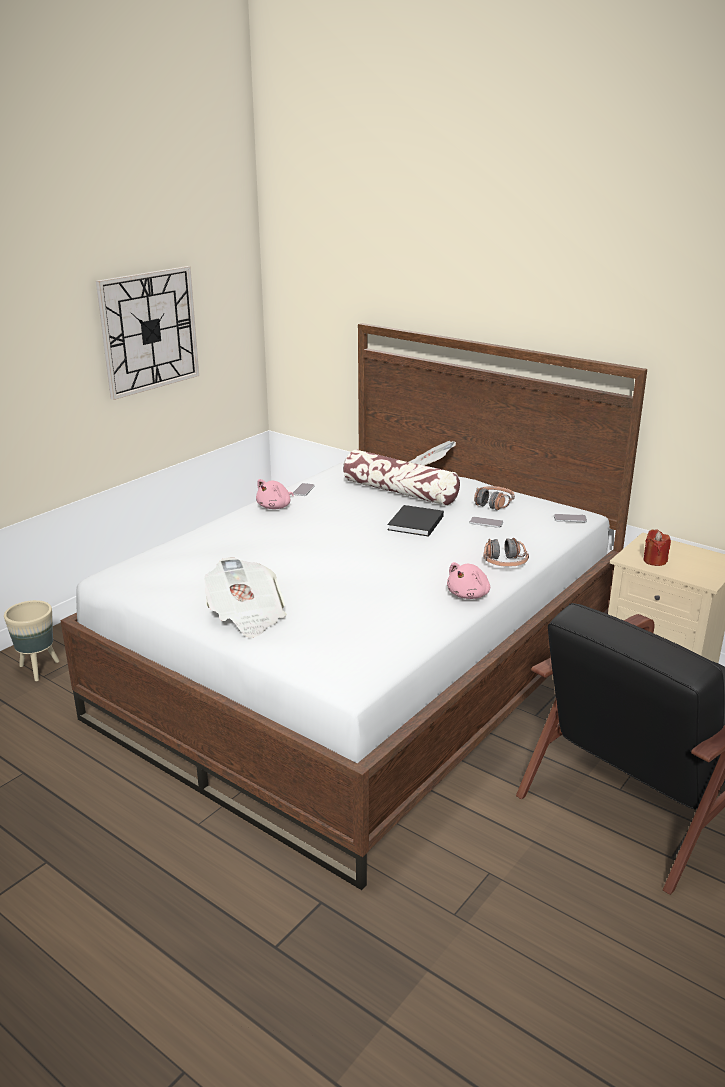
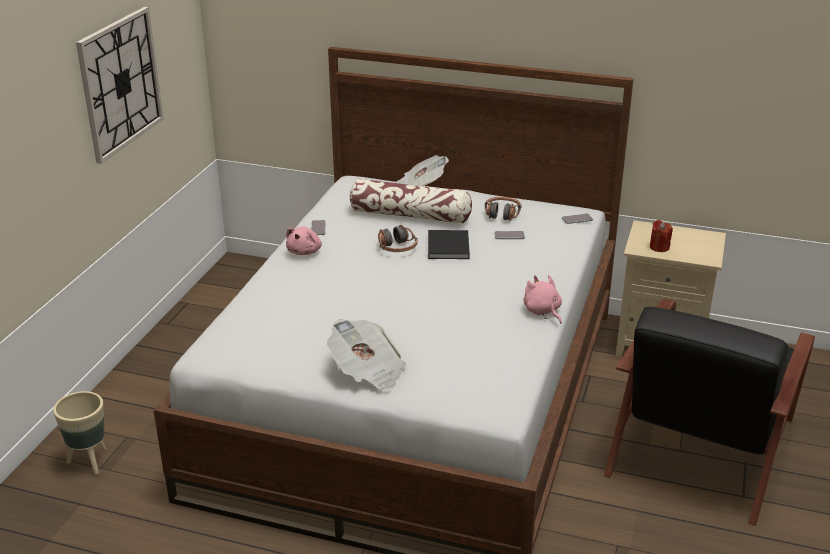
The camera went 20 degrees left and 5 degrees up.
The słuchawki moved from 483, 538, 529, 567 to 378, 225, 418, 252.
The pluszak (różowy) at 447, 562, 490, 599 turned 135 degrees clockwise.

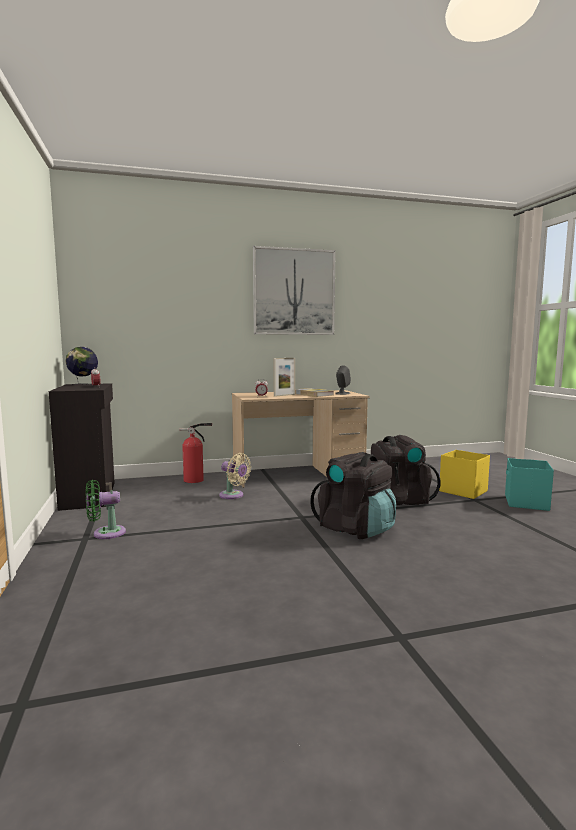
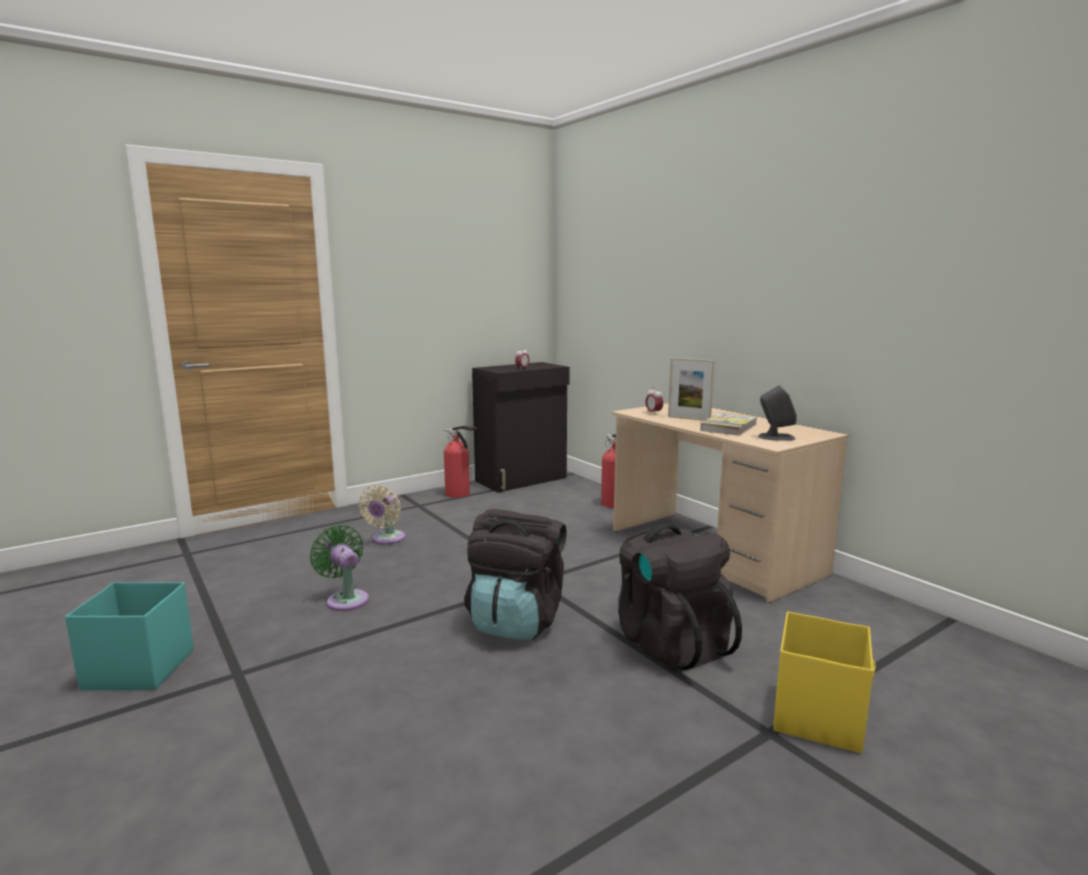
The camera went 70 degrees right and 5 degrees up.
The globus at 66, 347, 98, 385 disappeared.
The obraz at 253, 246, 336, 335 disappeared.
The gaśnica at 444, 426, 477, 498 appeared.
The wentylator (zielony) moved from 86, 480, 126, 539 to 310, 525, 369, 611.
The wentylator (beżowy) moved from 219, 453, 251, 499 to 359, 485, 406, 545.
The pojemnik do przechowywania (turkusowy) moved from 505, 458, 554, 511 to 65, 582, 194, 690.

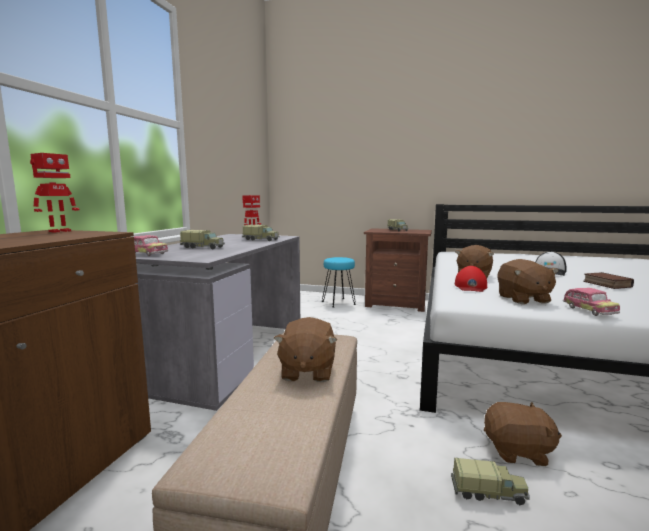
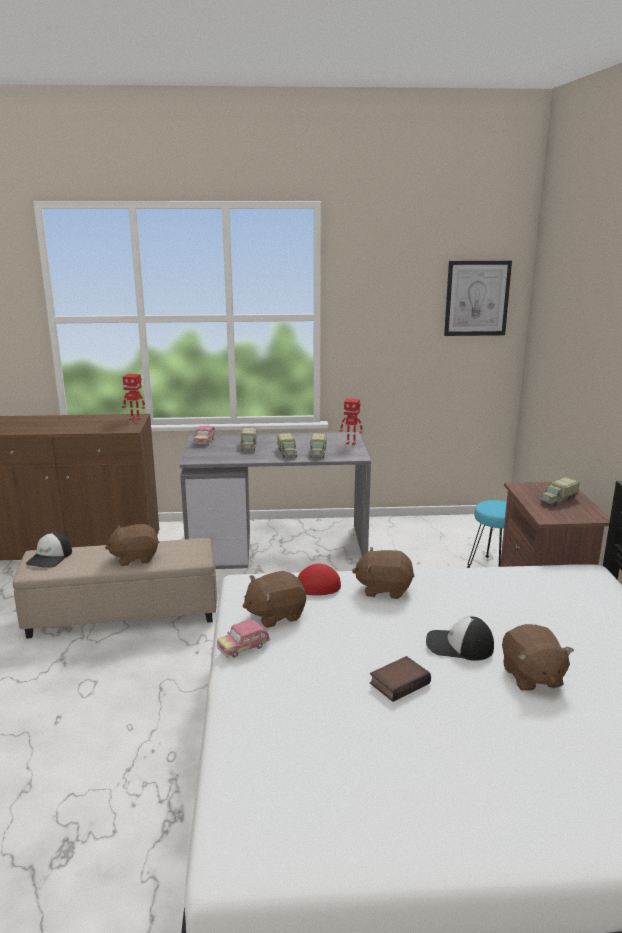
The camera went 70 degrees right and 10 degrees up.
The czapka z daszkiem at 26, 532, 72, 568 appeared.
The obraz at 444, 260, 512, 336 appeared.
The ciężarówka zabawkowa moved from 451, 458, 530, 505 to 277, 433, 297, 458.
The pluszak (brązowy) moved from 484, 402, 562, 466 to 502, 624, 574, 691.

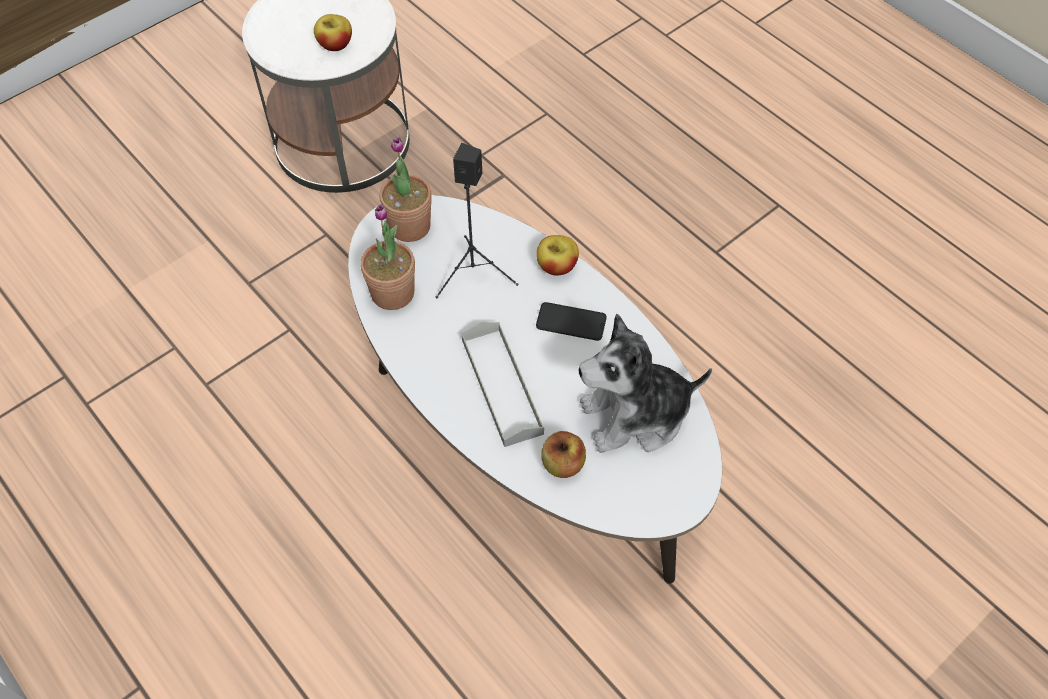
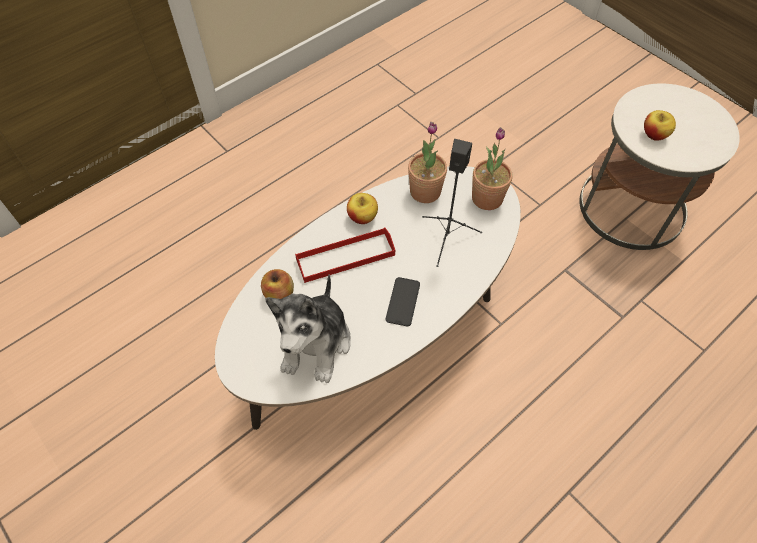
The camera went 90 degrees right and 0 degrees up.
The jabłko moved from 536, 235, 579, 275 to 347, 193, 378, 224.
The taca (szary) at 462, 322, 544, 447 became the taca (czerwony) at 295, 227, 395, 283.
The pluszak at 579, 314, 712, 453 turned 150 degrees counterclockwise.

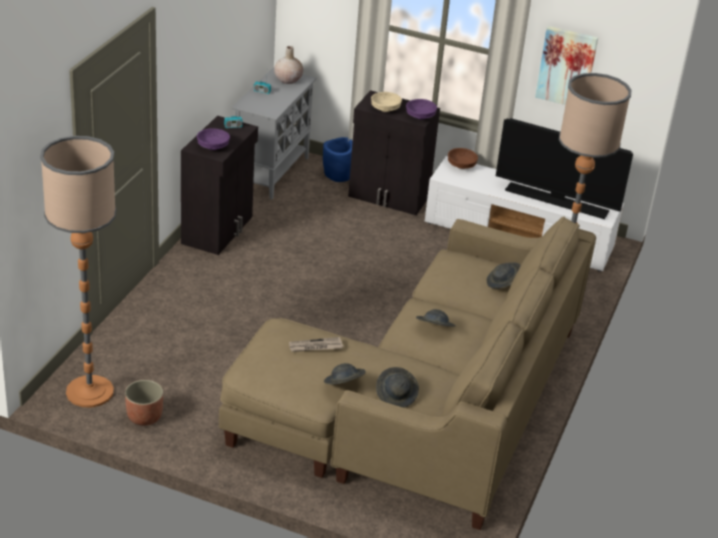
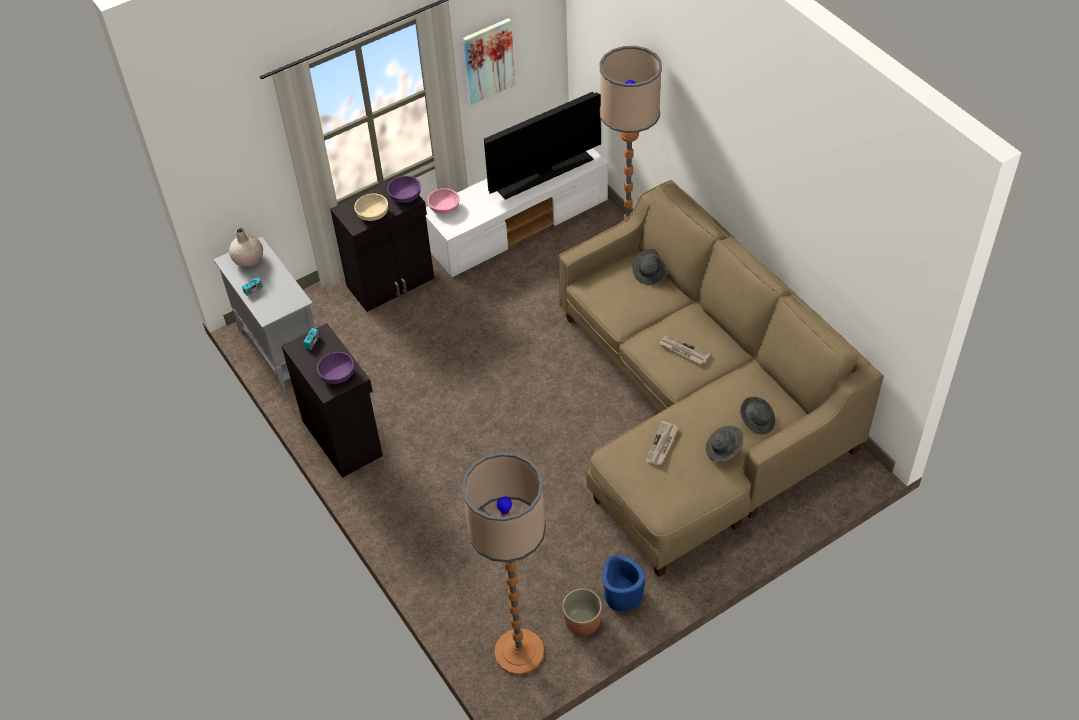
The camera went 50 degrees left and 15 degrees up.
The donica (niebieski) moved from 323, 137, 353, 182 to 602, 555, 645, 611.
The kapelusz (szary) at 416, 309, 456, 327 was replaced by the gazeta at 659, 335, 711, 365.
The miska (brązowy) at 448, 148, 478, 169 became the miska (różowy) at 427, 188, 460, 214.

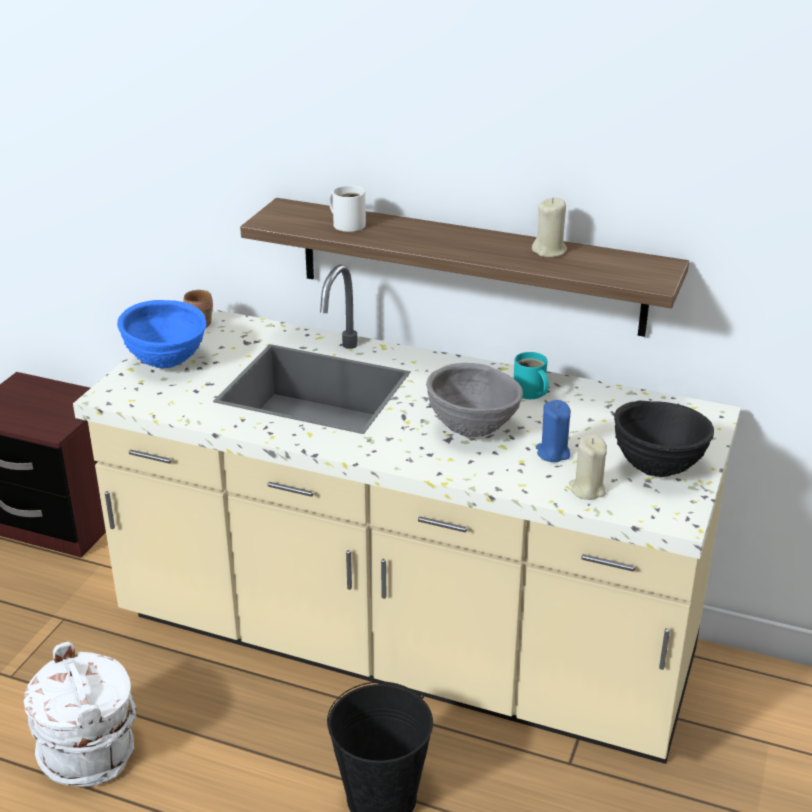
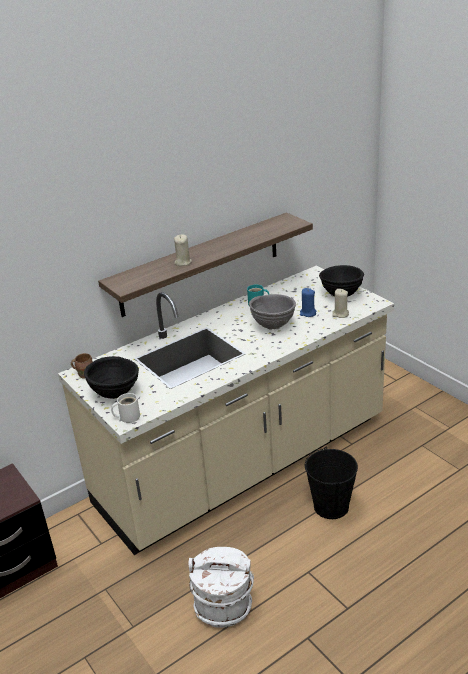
The camera went 55 degrees left and 0 degrees up.
The kubek (biały) moved from 329, 185, 366, 232 to 111, 393, 140, 423.
The świeca (beżowy) moved from 532, 198, 567, 257 to 174, 234, 192, 266.
The miska (niebieski) at 117, 300, 206, 368 became the miska (czarny) at 84, 356, 139, 399.

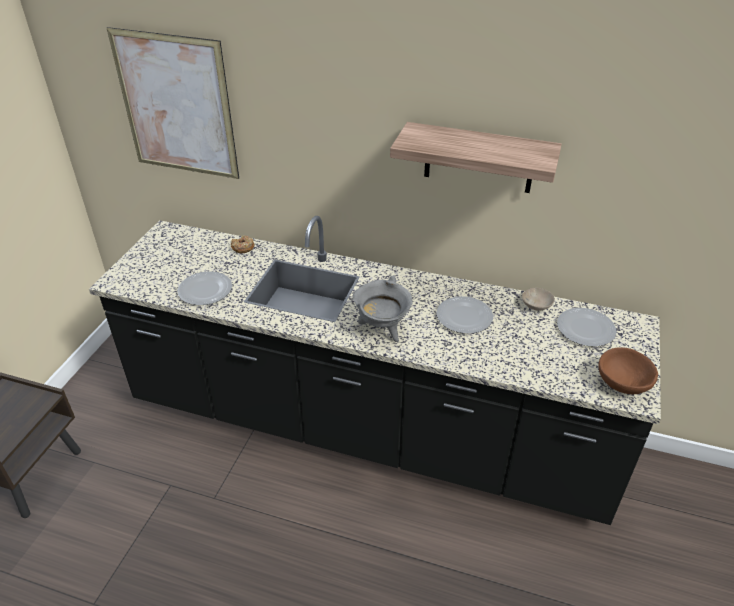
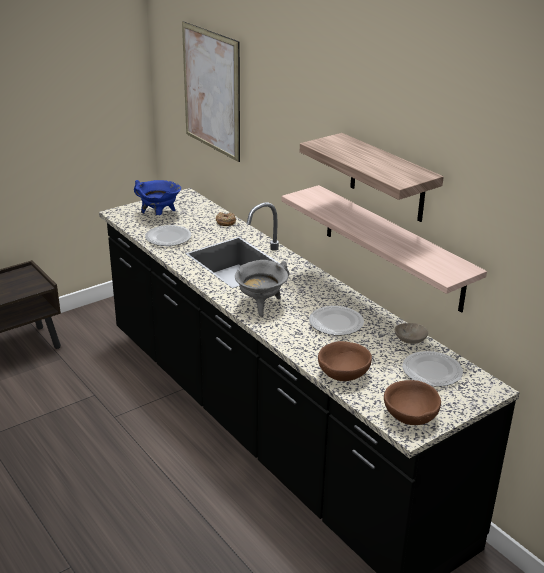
The camera went 35 degrees right and 10 degrees down.
The garnek (niebieski) at 134, 180, 181, 215 appeared.
The półka at 281, 185, 487, 313 appeared.
The miska (brązowy) at 318, 341, 372, 381 appeared.

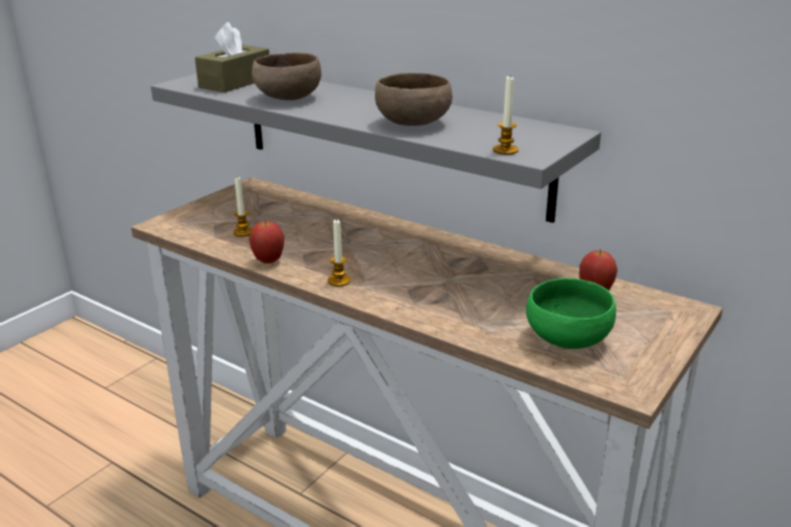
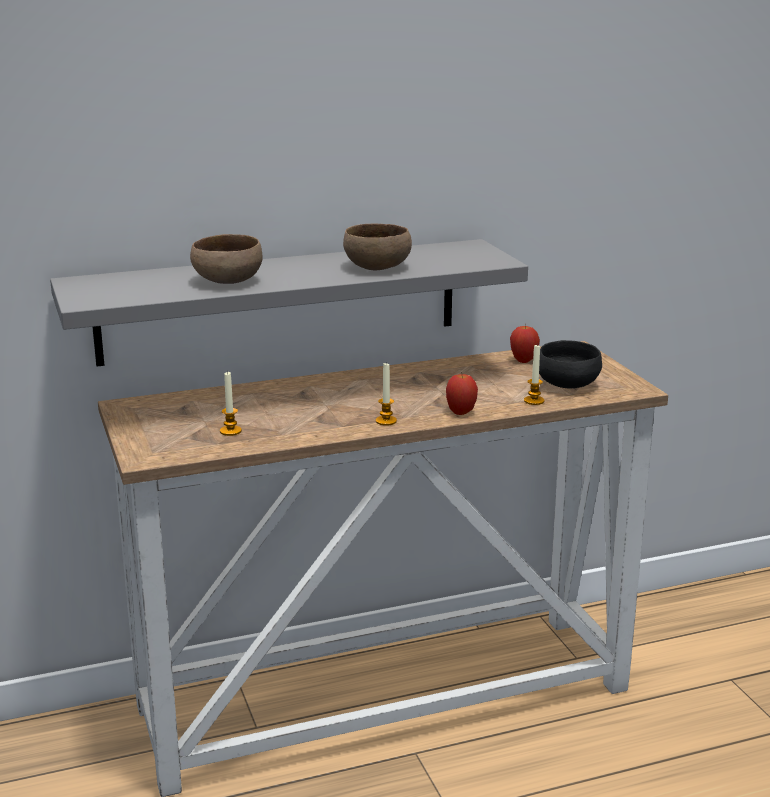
The camera went 55 degrees left and 5 degrees down.
The pudełko chusteczek (brązowy) at 195, 22, 269, 92 disappeared.
The jabłko moved from 249, 221, 284, 264 to 446, 372, 478, 415.
The świeca moved from 493, 76, 519, 155 to 524, 345, 545, 405.
The miska (zielony) at 526, 278, 616, 349 became the miska (czarny) at 539, 340, 602, 388.

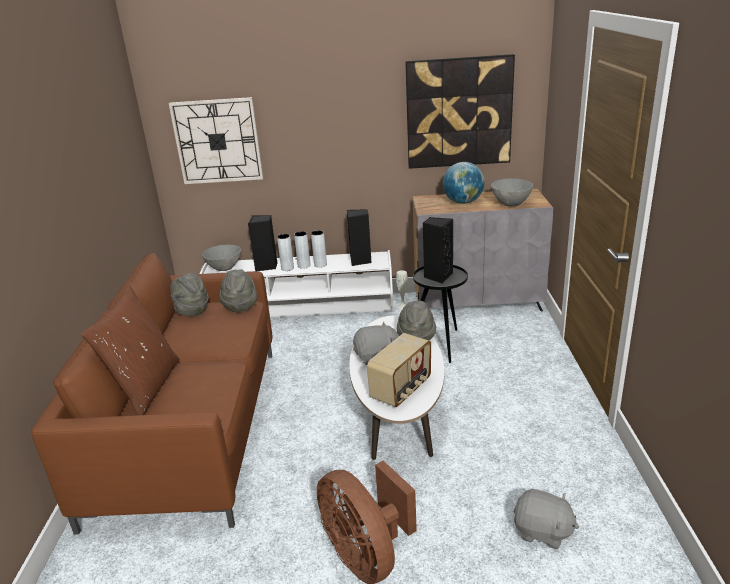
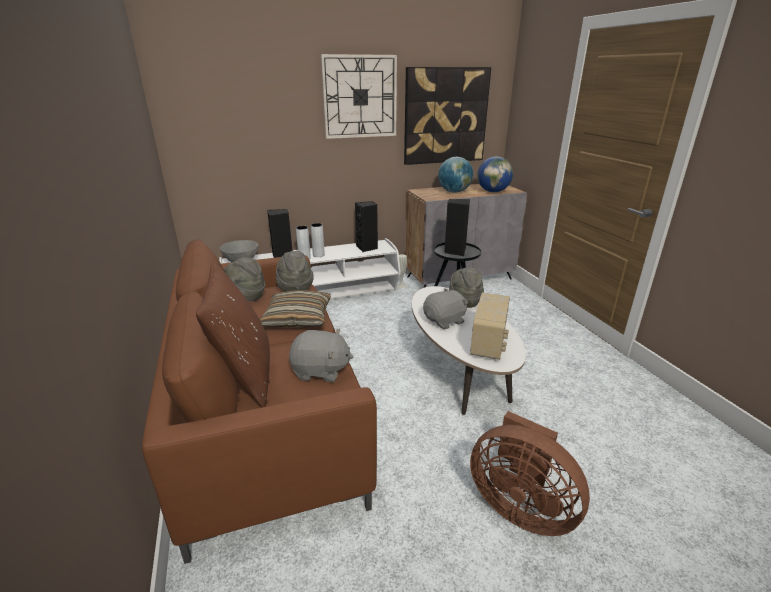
The camera went 20 degrees left and 0 degrees up.
The wazon (szary) at 311, 230, 327, 268 disappeared.
The poduszka at 260, 290, 331, 328 appeared.
The zegar ścienny moved from 169, 97, 263, 184 to 321, 54, 397, 139.
The pluszak (szary) moved from 514, 489, 579, 549 to 289, 329, 354, 382.
The miska (szary) at 491, 178, 533, 206 was replaced by the globus at 477, 156, 513, 192.

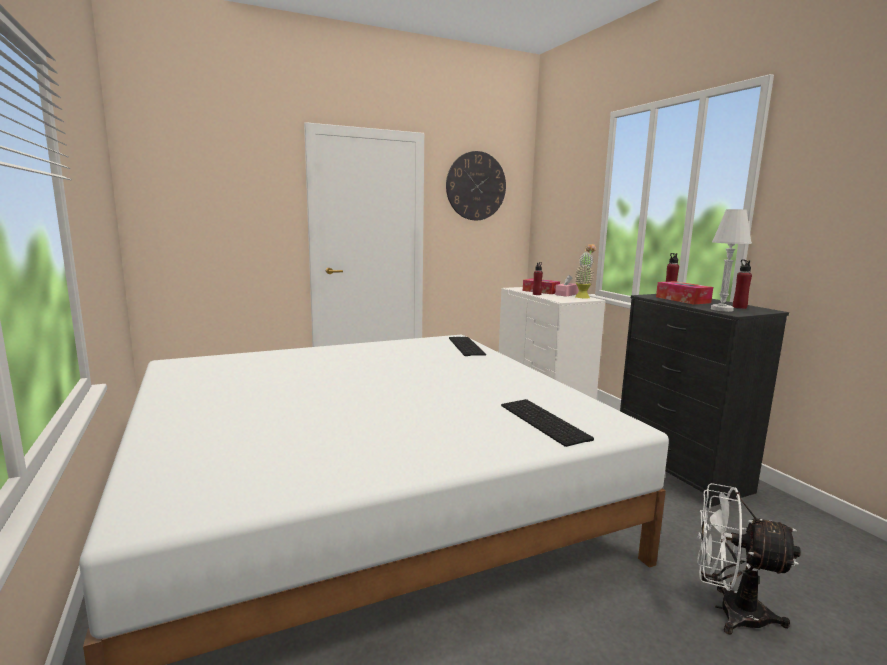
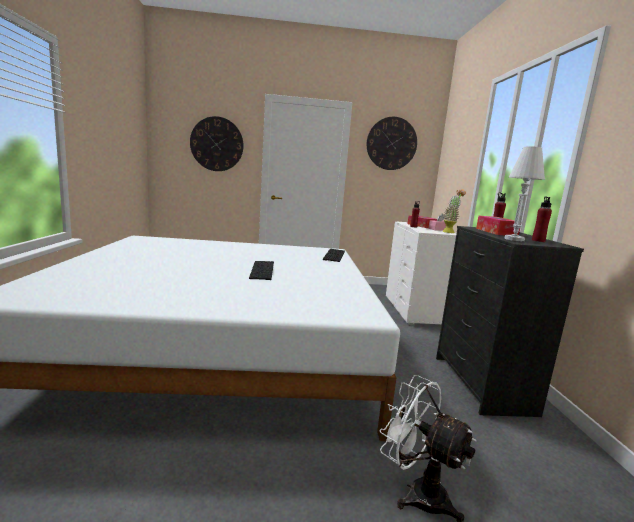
The camera went 20 degrees right and 0 degrees up.
The zegar ścienny at 190, 116, 244, 171 appeared.
The klawiatura moved from 501, 399, 594, 447 to 249, 261, 274, 280.

